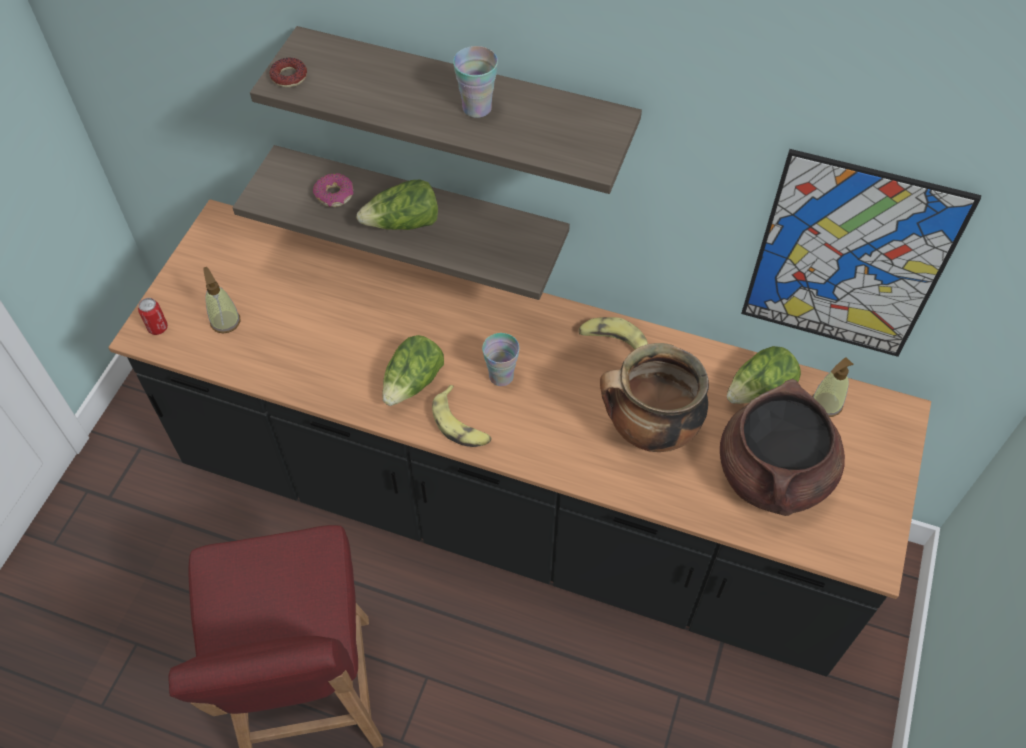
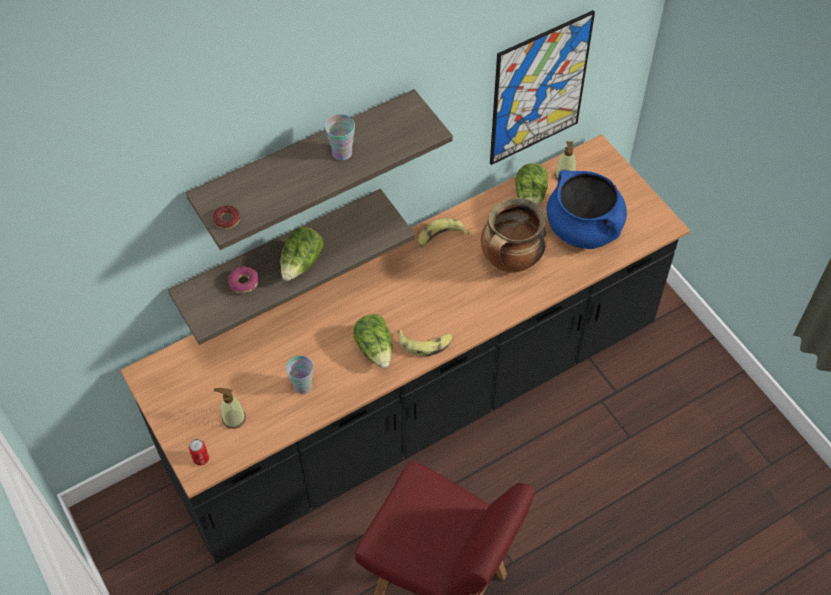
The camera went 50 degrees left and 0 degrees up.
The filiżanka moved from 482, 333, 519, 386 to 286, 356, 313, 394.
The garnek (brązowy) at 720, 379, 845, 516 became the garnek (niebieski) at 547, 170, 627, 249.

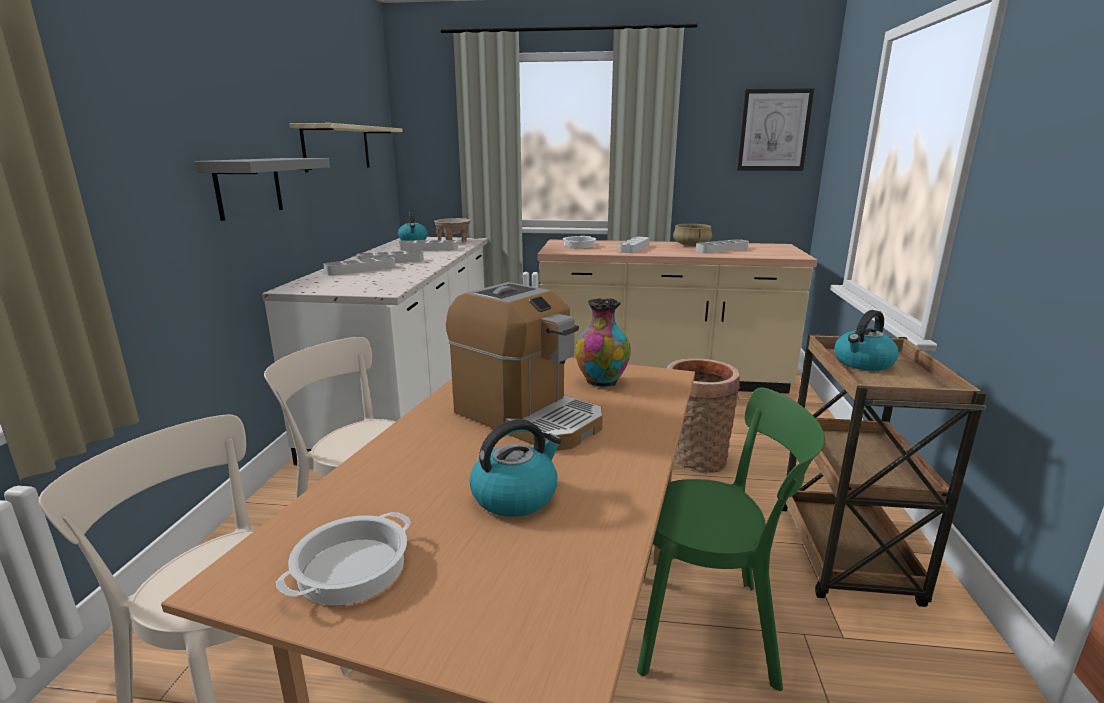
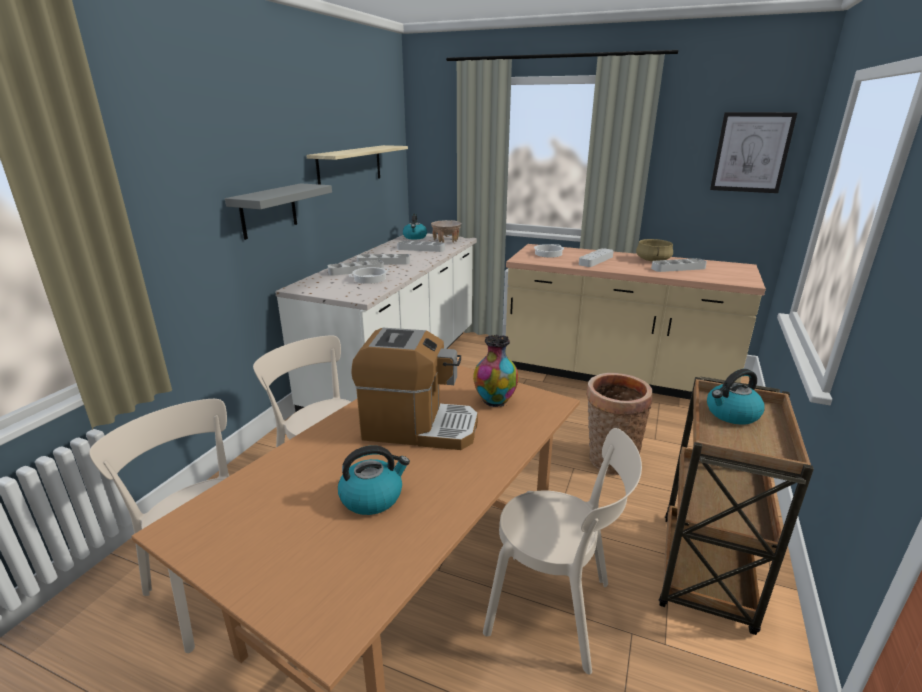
The camera went 15 degrees right and 5 degrees up.
The garnek moved from 276, 512, 411, 605 to 349, 267, 389, 284.
The krzesło (zielony) at 637, 387, 825, 691 became the krzesło (beżowy) at 483, 428, 642, 674.
The ekspres do kawy at 446, 282, 603, 451 turned 45 degrees counterclockwise.

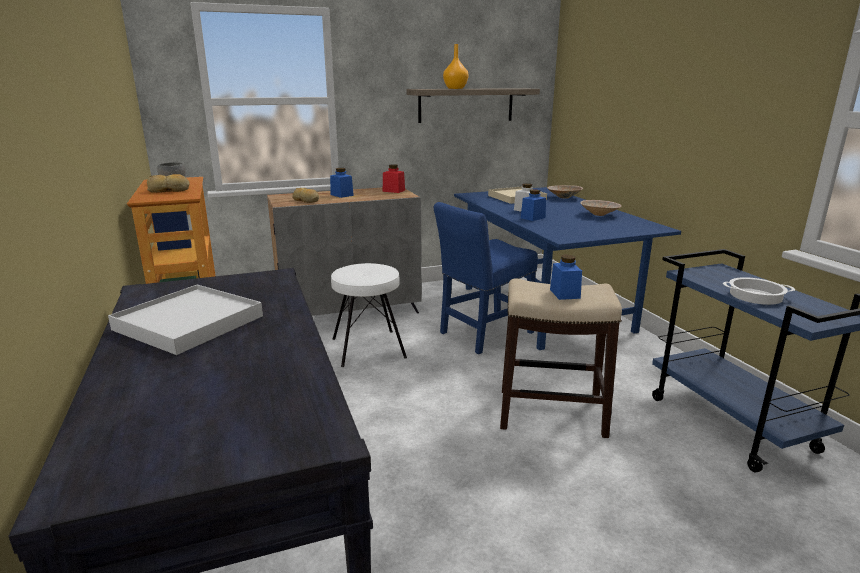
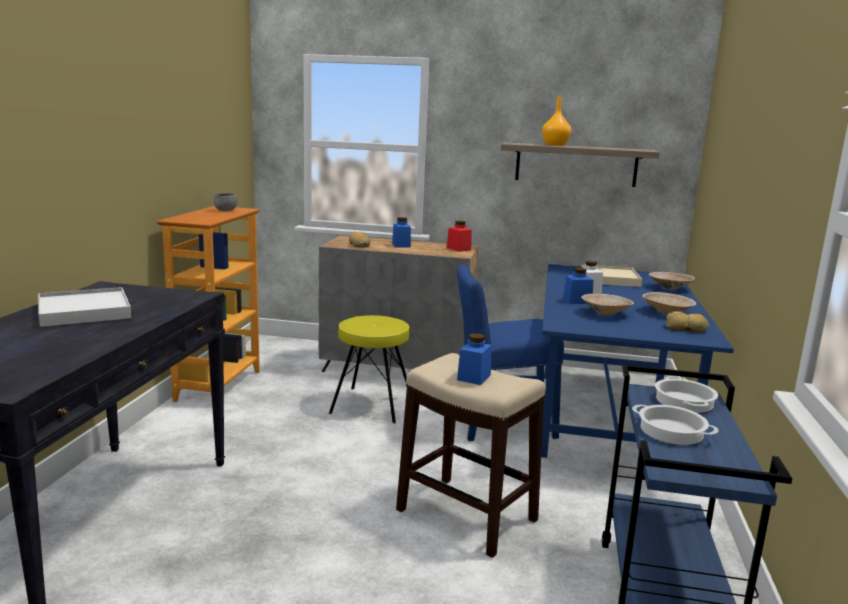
The camera went 30 degrees right and 5 degrees down.
The miska (beżowy) at 581, 293, 634, 315 appeared.
The garnek at 655, 376, 718, 413 appeared.
The chleb moved from 147, 174, 190, 193 to 666, 311, 709, 333.
The stołek (biały) at 331, 263, 407, 367 became the stołek (żółty) at 329, 315, 409, 423.

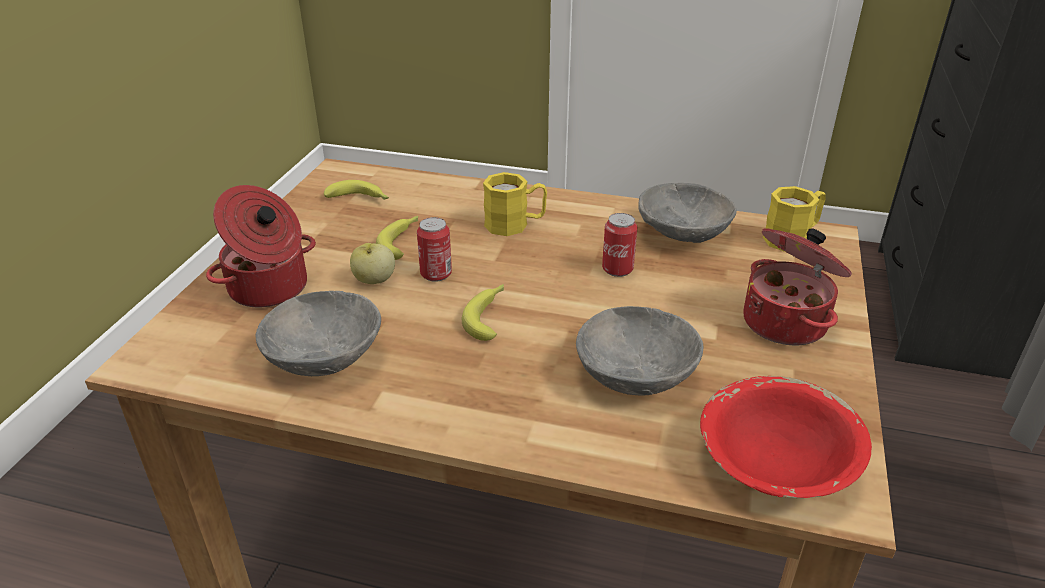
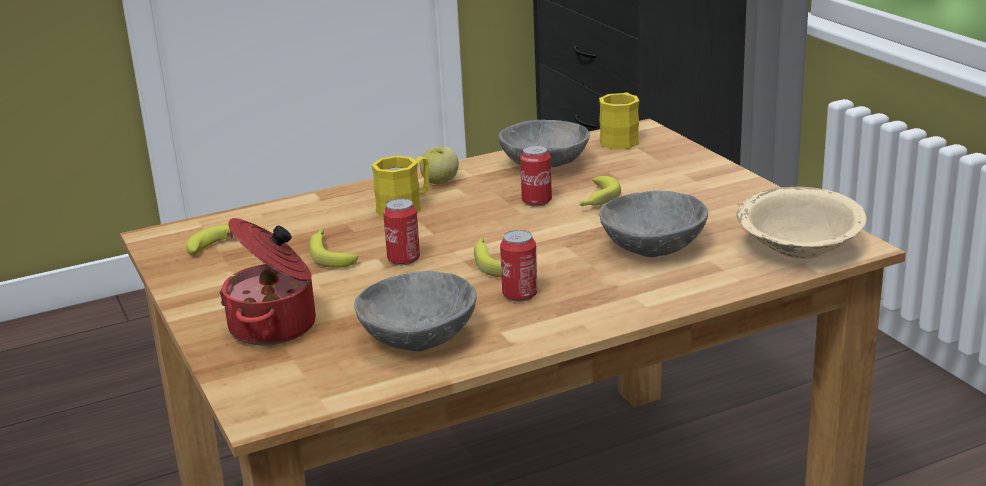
The camera went 40 degrees left and 10 degrees down.
The garnek at 743, 228, 852, 346 disappeared.
The puszka at 500, 230, 538, 302 appeared.
The banan at 580, 176, 621, 207 appeared.
The jabłko moved from 350, 243, 395, 284 to 420, 147, 459, 184.
The miska (czerwony) at 700, 376, 872, 498 became the miska (beżowy) at 737, 187, 867, 259.

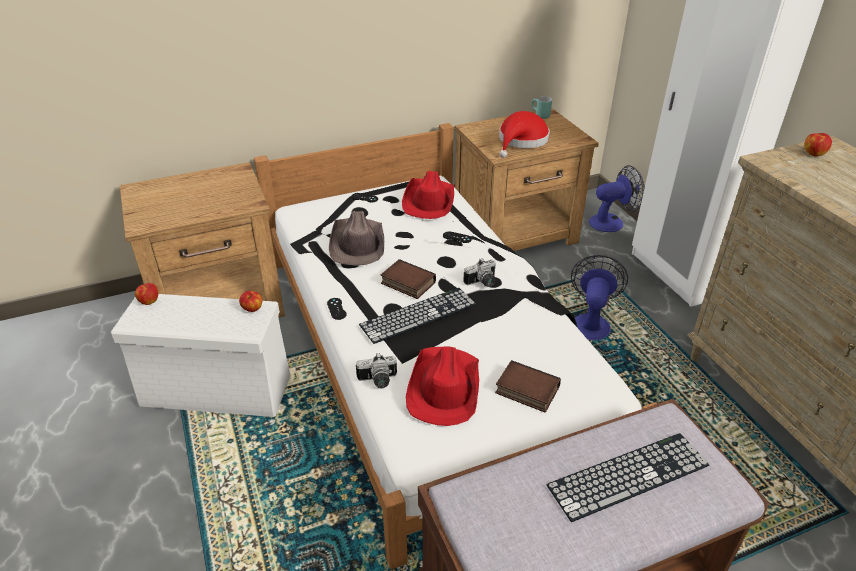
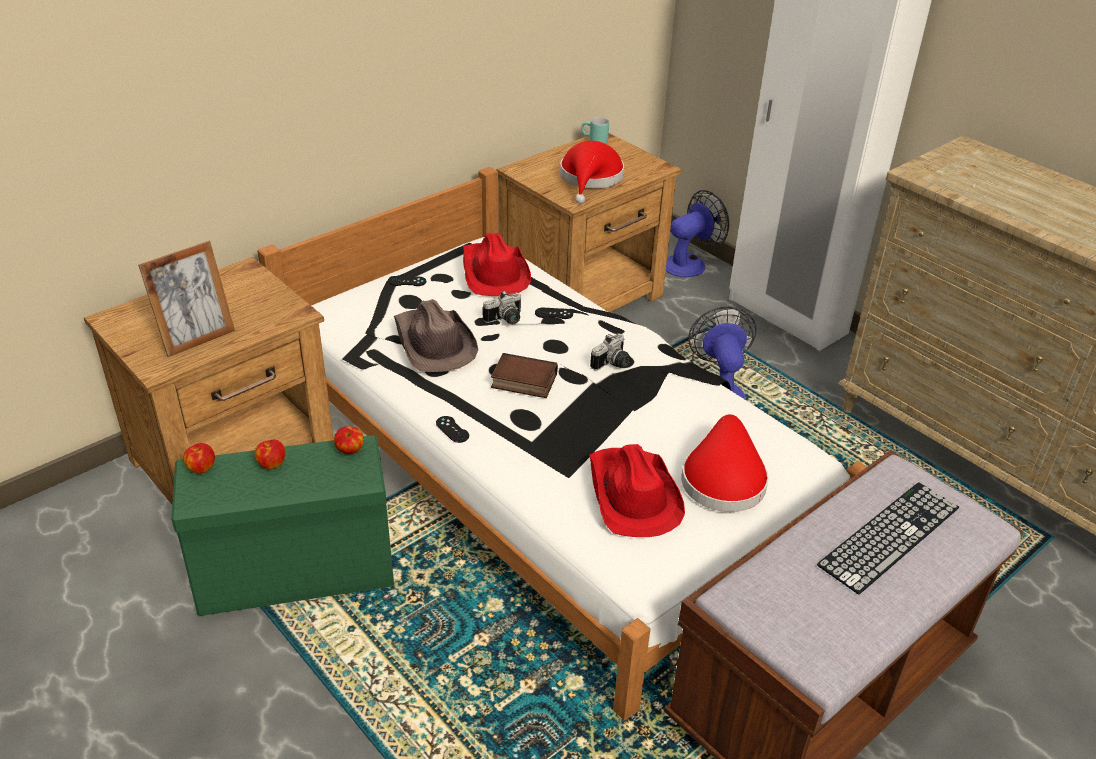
The camera went 20 degrees left and 0 degrees up.
The klawiatura at 359, 288, 476, 344 disappeared.
The ramka na zdjęcie at 138, 241, 235, 357 appeared.
The aparat fotograficzny moved from 356, 353, 397, 388 to 483, 291, 521, 324.
The jabłko moved from 805, 133, 832, 156 to 254, 440, 285, 469.
The książka at 495, 360, 561, 413 was replaced by the kapelusz (czerwony) at 681, 414, 769, 512.
The pojemnik do przechowywania (biały) at 110, 294, 290, 417 became the pojemnik do przechowywania (zielony) at 171, 435, 394, 616.

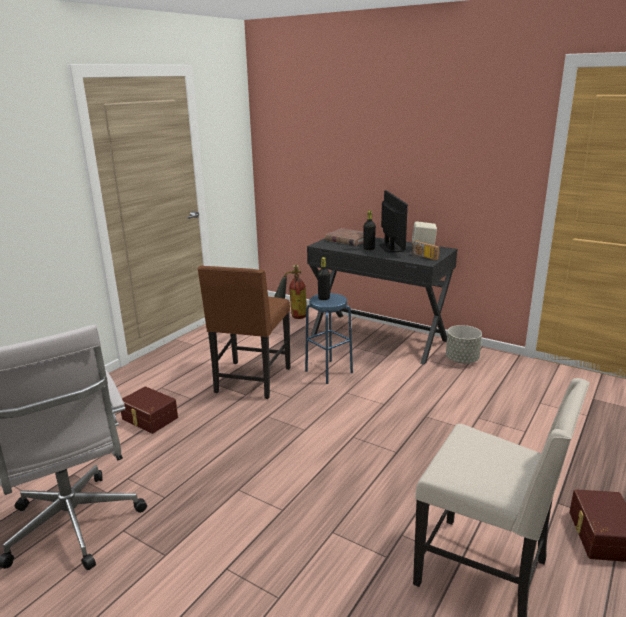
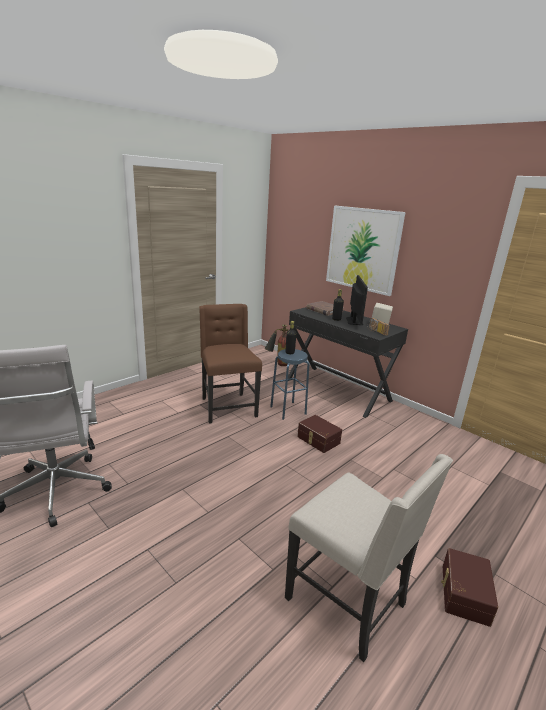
The camera went 10 degrees right and 0 degrees up.
The donica (szary) at 446, 325, 482, 364 disappeared.
The obraz at 326, 206, 405, 296 appeared.
The pojemnik do przechowywania (brązowy) moved from 121, 386, 178, 434 to 297, 415, 342, 453.
The krzesło (brązowy) at 197, 265, 290, 399 turned 135 degrees clockwise.

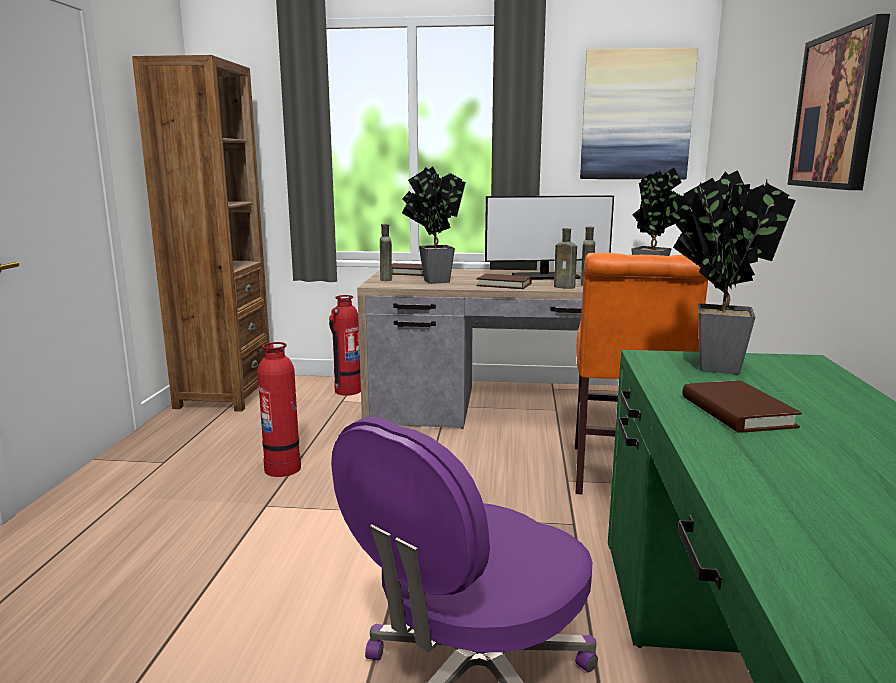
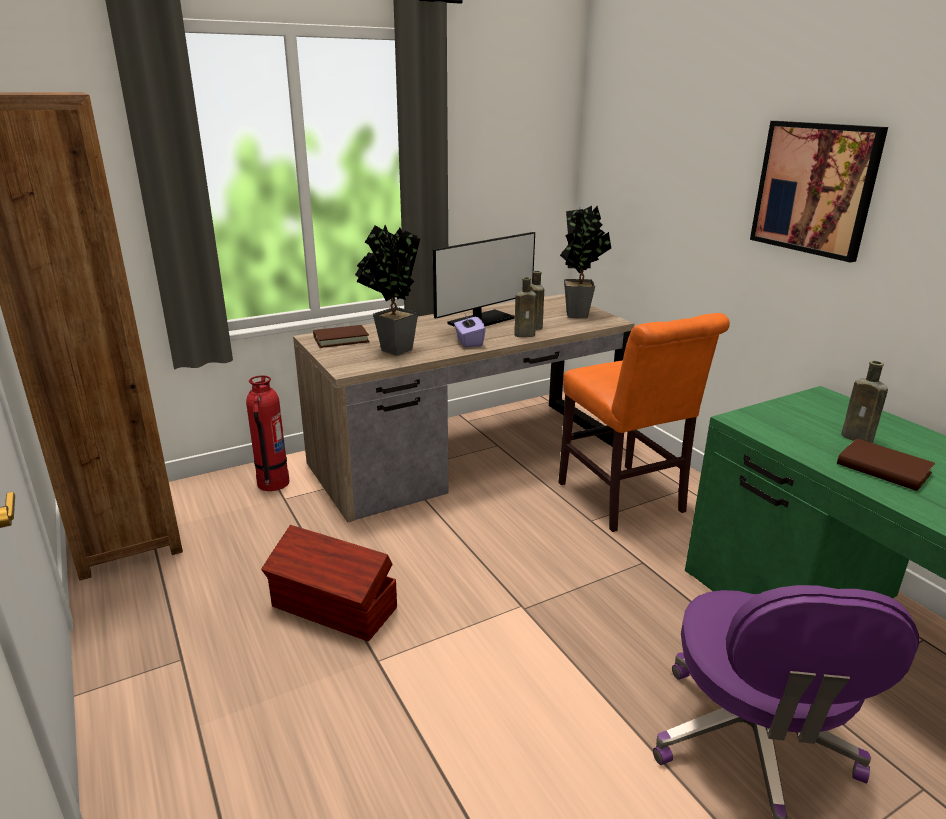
The camera went 35 degrees left and 10 degrees up.
The obraz at 580, 47, 698, 179 disappeared.
The roślina doniczkowa at 673, 170, 796, 375 disappeared.
The butelka (brązowy) moved from 380, 224, 392, 281 to 841, 361, 888, 443.
The gaśnica at 257, 342, 301, 477 was replaced by the pojemnik do przechowywania (brązowy) at 261, 525, 397, 641.
The książka (brązowy) at 477, 274, 532, 289 was replaced by the pudełko chusteczek (fioletowy) at 454, 312, 485, 347.

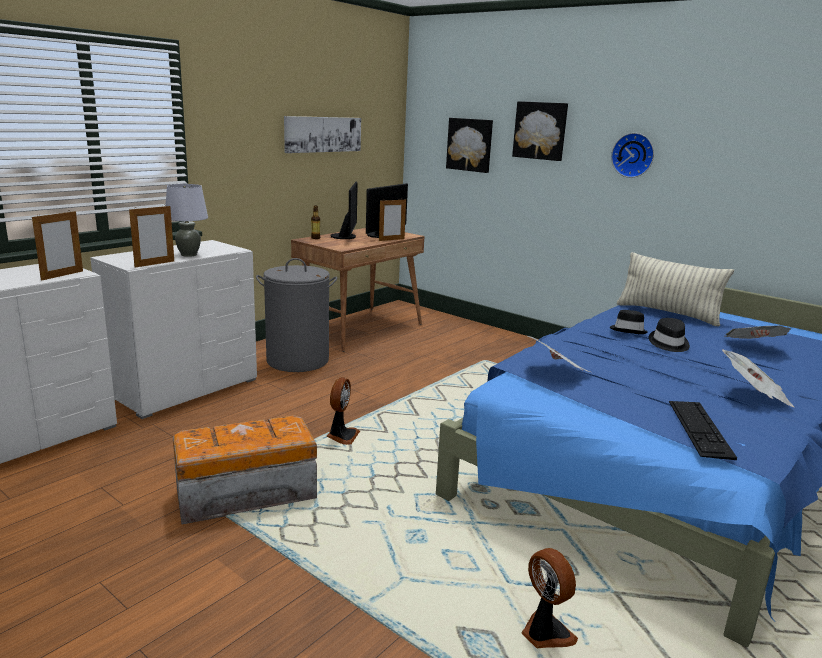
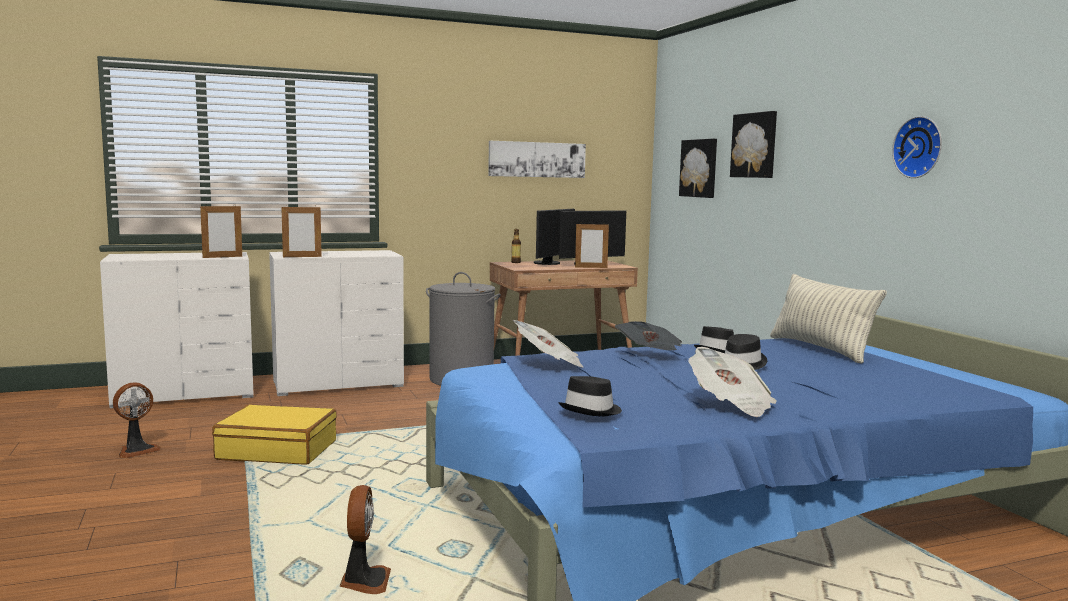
The camera went 30 degrees right and 10 degrees down.
The lampa stołowa (szary) at 165, 184, 208, 257 disappeared.
The wentylator moved from 326, 378, 360, 445 to 113, 382, 161, 458.
The zegar ścienny moved from 611, 133, 654, 178 to 892, 116, 942, 178.
The gazeta moved from 725, 326, 791, 339 to 614, 321, 681, 350.
The pojemnik do przechowywania at 173, 415, 317, 524 was replaced by the walizka (żółty) at 212, 404, 337, 465.
The klawiatura at 669, 401, 737, 460 was replaced by the kapelusz (czarny) at 558, 376, 622, 416.

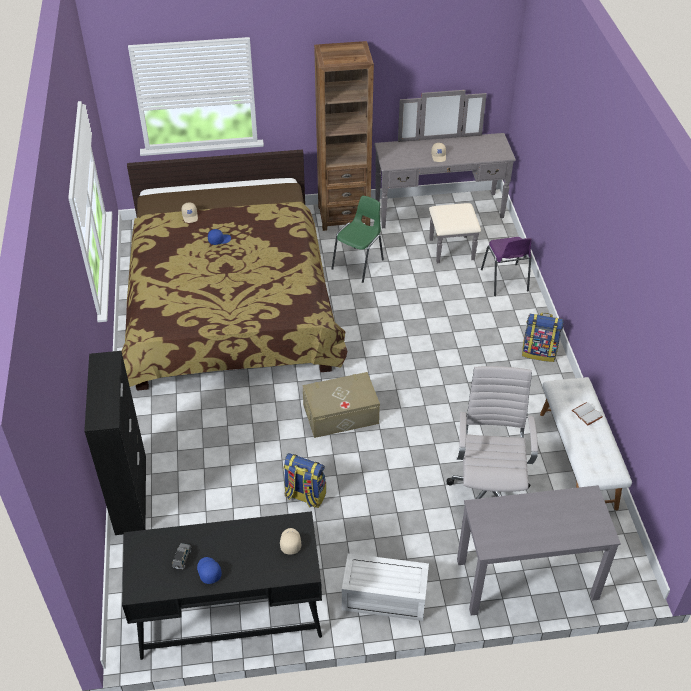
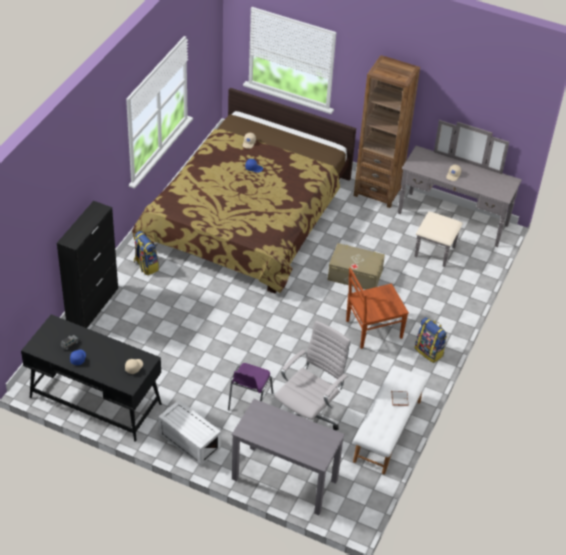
The camera went 30 degrees right and 0 degrees up.
The krzesło (zielony) at 332, 196, 384, 283 disappeared.
The krzesło (brązowy) at 346, 268, 409, 349 appeared.
The plecak moved from 284, 453, 326, 508 to 134, 231, 159, 276.
The pojemnik do przechowywania (beżowy) moved from 303, 372, 380, 438 to 328, 243, 385, 290.
The krzesło (fioletowy) moved from 481, 237, 532, 296 to 228, 363, 273, 410.

